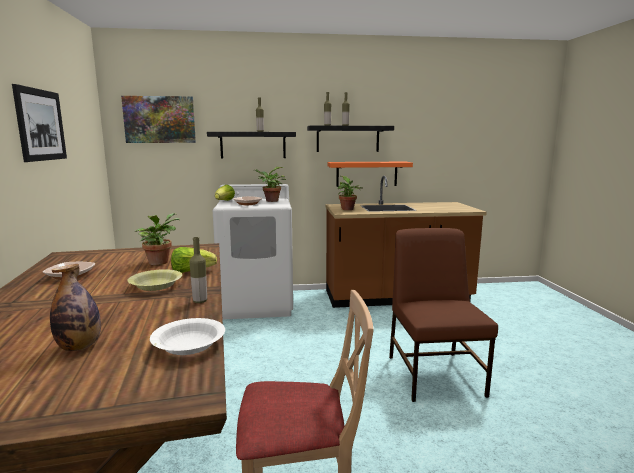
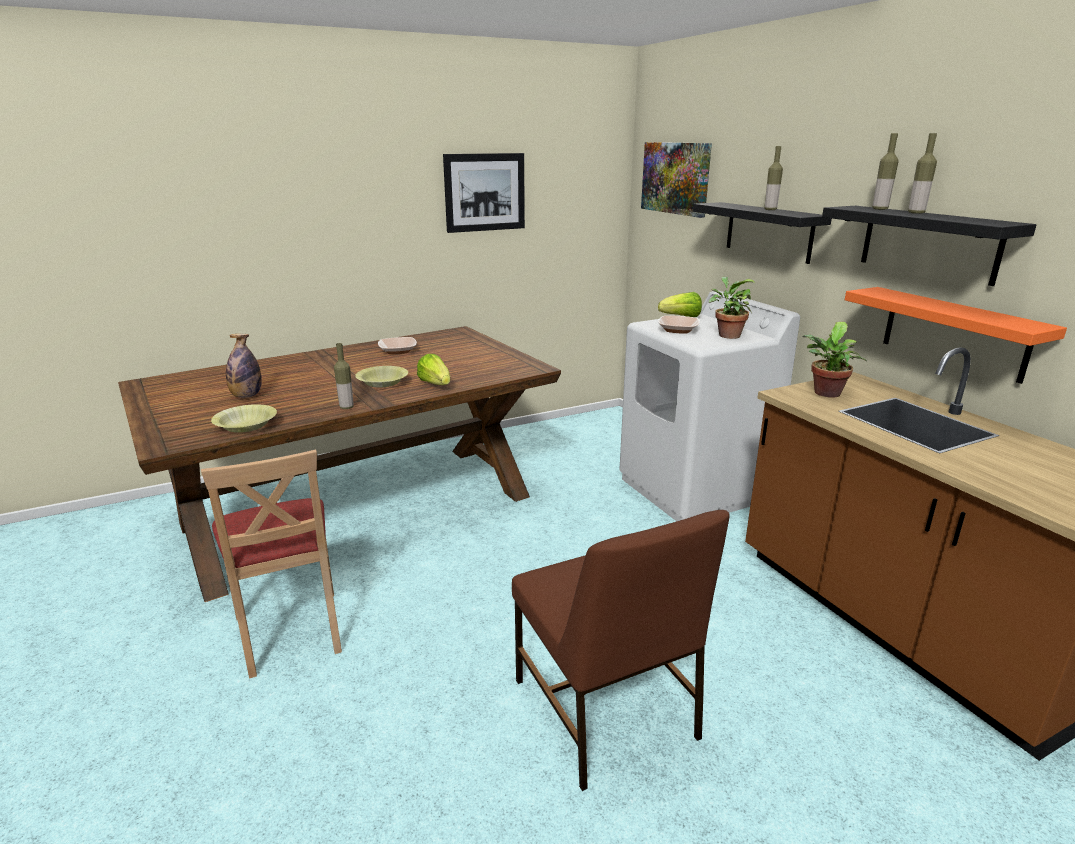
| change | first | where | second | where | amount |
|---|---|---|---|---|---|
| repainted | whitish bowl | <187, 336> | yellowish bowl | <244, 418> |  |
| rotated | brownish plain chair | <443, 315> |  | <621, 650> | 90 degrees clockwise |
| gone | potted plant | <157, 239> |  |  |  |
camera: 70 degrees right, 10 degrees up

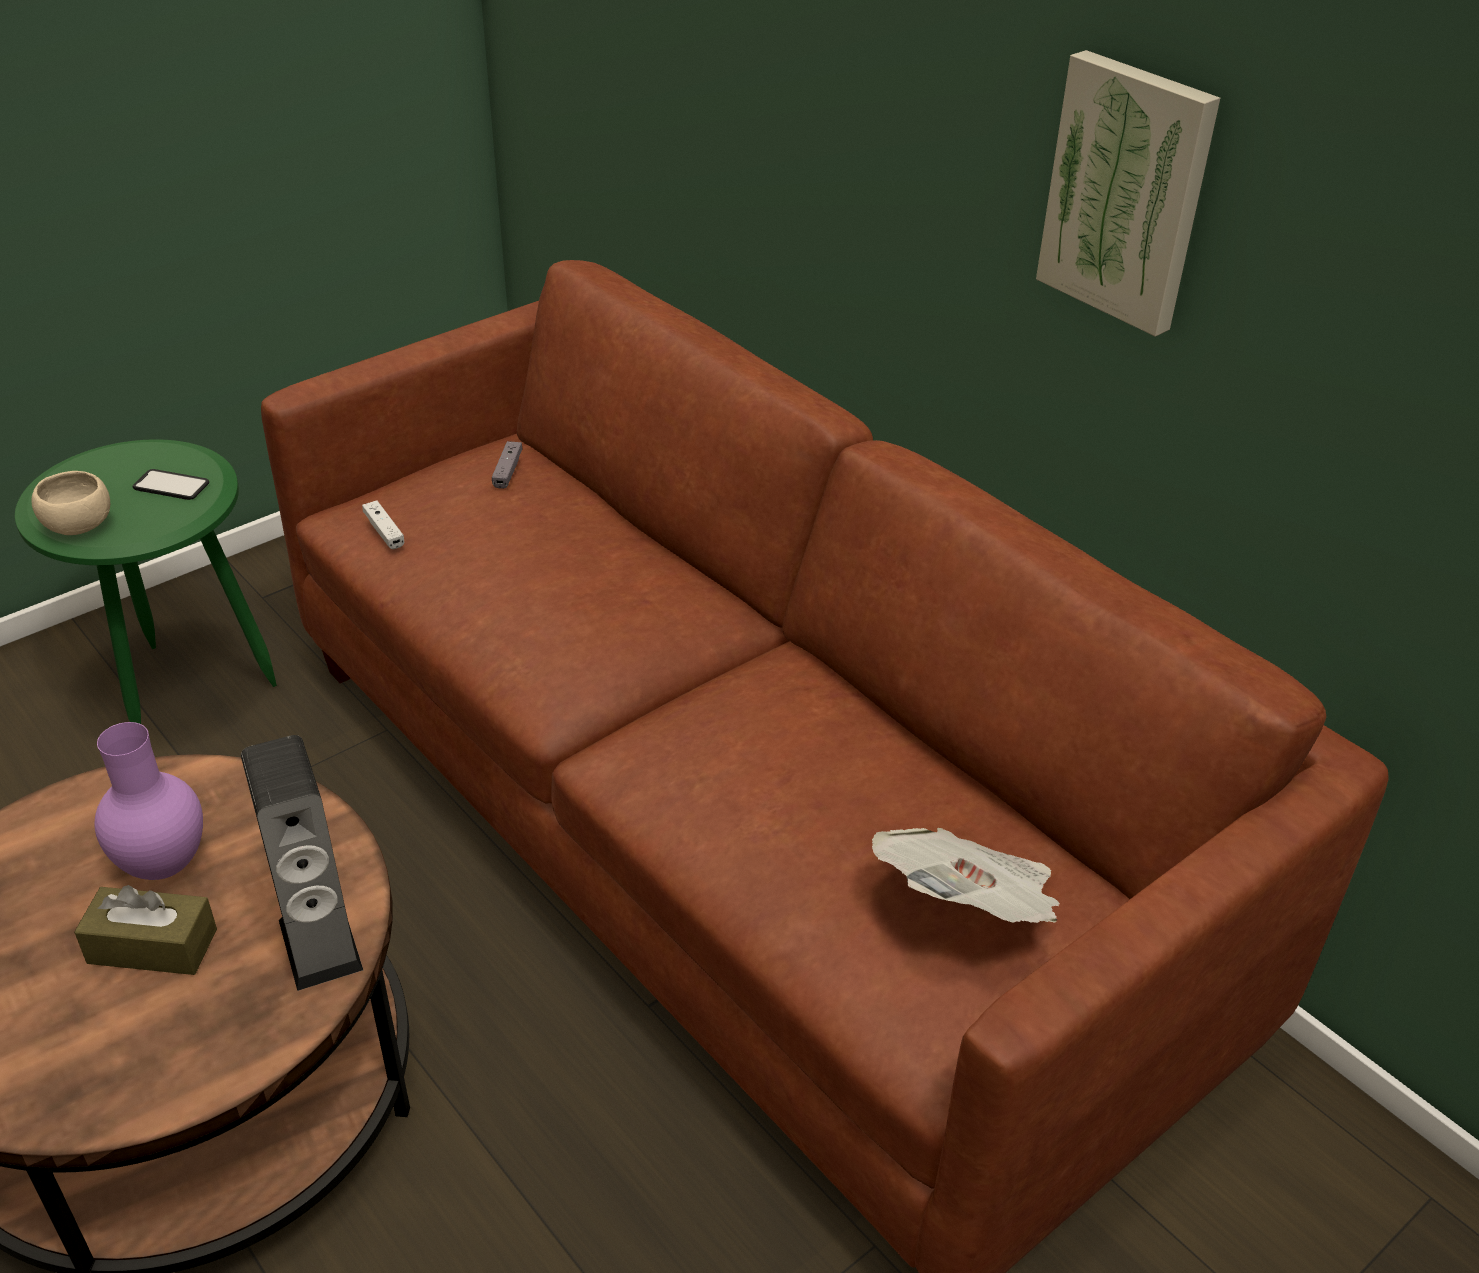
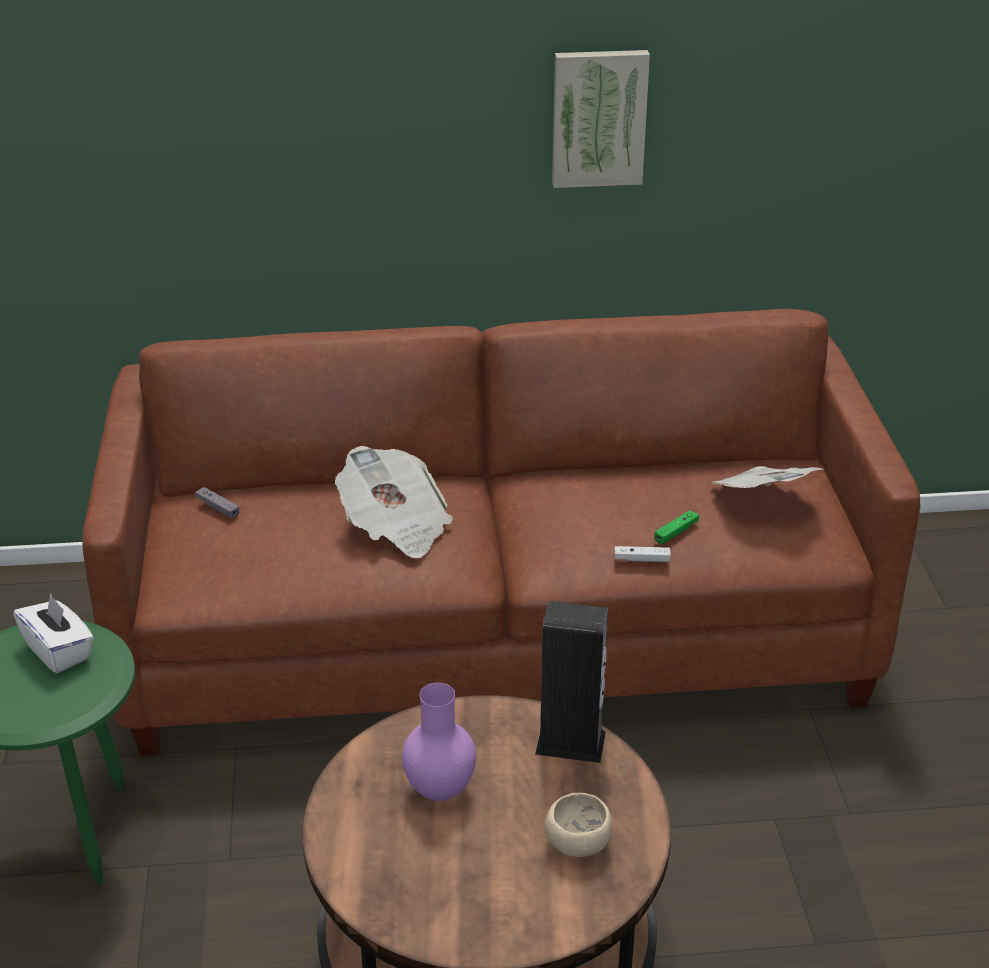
| change | first | where | second | where | amount |
|---|---|---|---|---|---|
| swapped | phone | <171, 484> | whitish tissue box | <53, 633> |  |
| new |  |  | daily paper | <394, 502> |  |
| shifted | beige bowl | <70, 503> |  | <578, 825> |  |
| shifted | whitish game controller | <383, 524> |  | <642, 554> |  |
| new |  |  | green-coloured game controller | <676, 527> |  |
| gone | brownish tissue box | <145, 930> |  |  |  |
camera: 55 degrees left, 5 degrees down

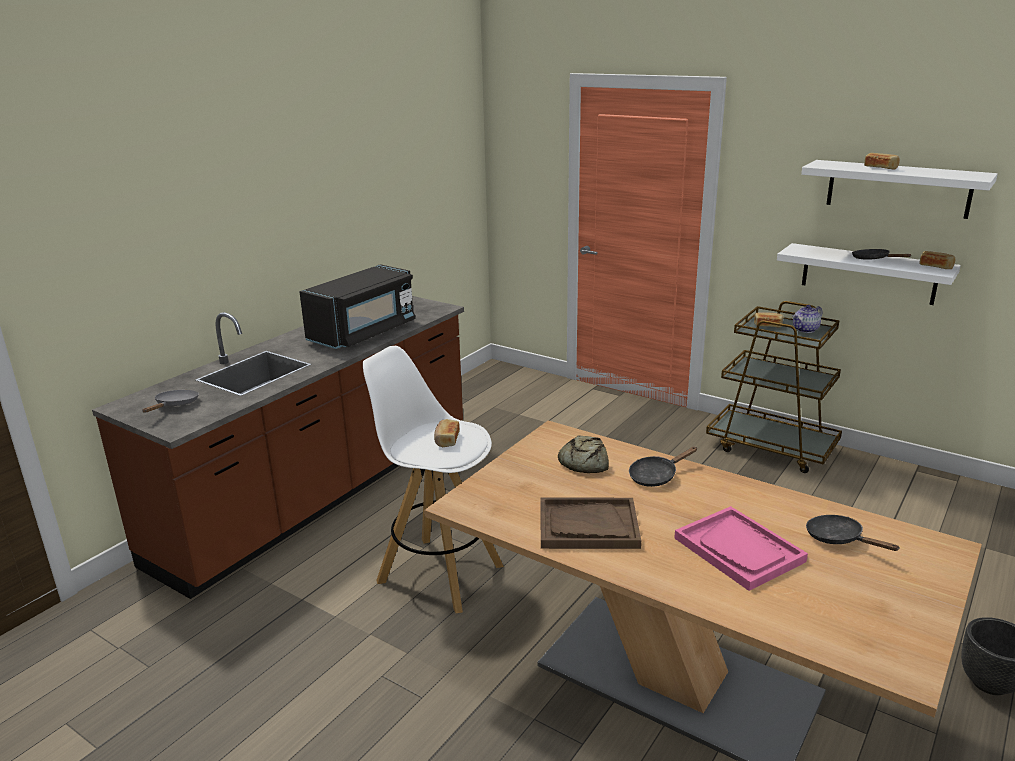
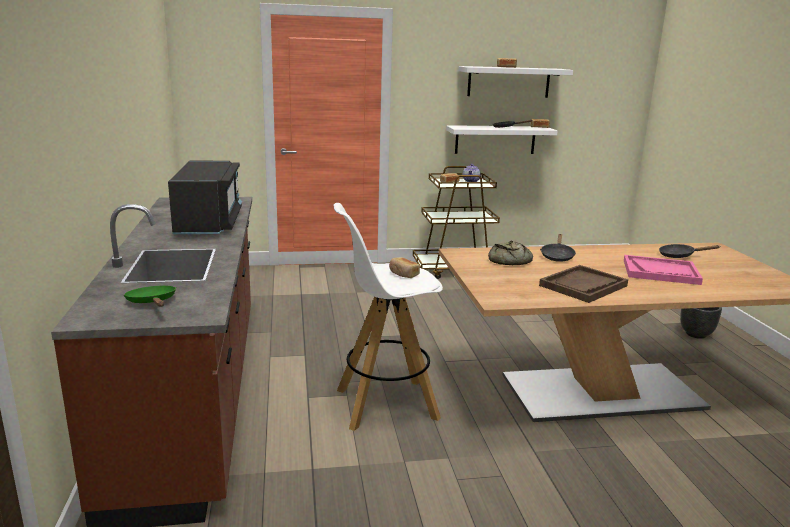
| change | first | where | second | where | amount |
|---|---|---|---|---|---|
| repainted | grey skillet | <170, 401> | green-coloured skillet | <150, 296> |  |
camera: 45 degrees left, 5 degrees down

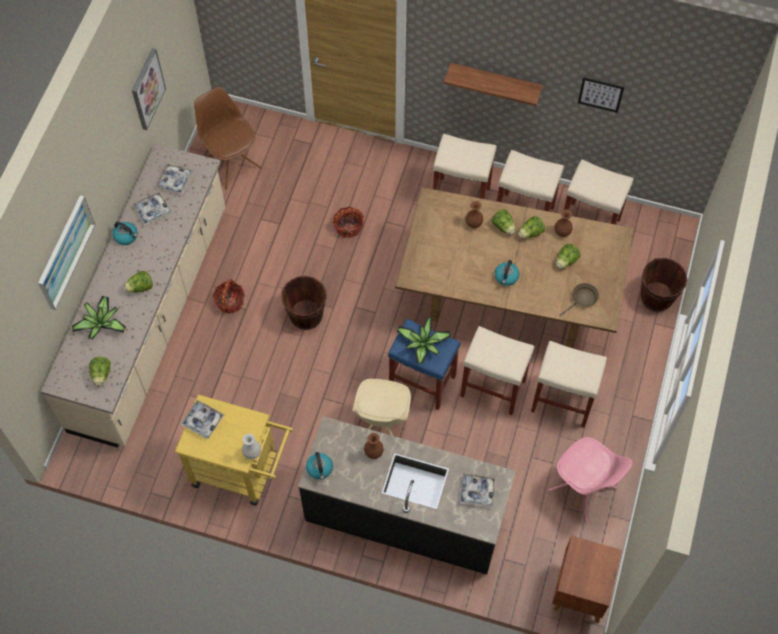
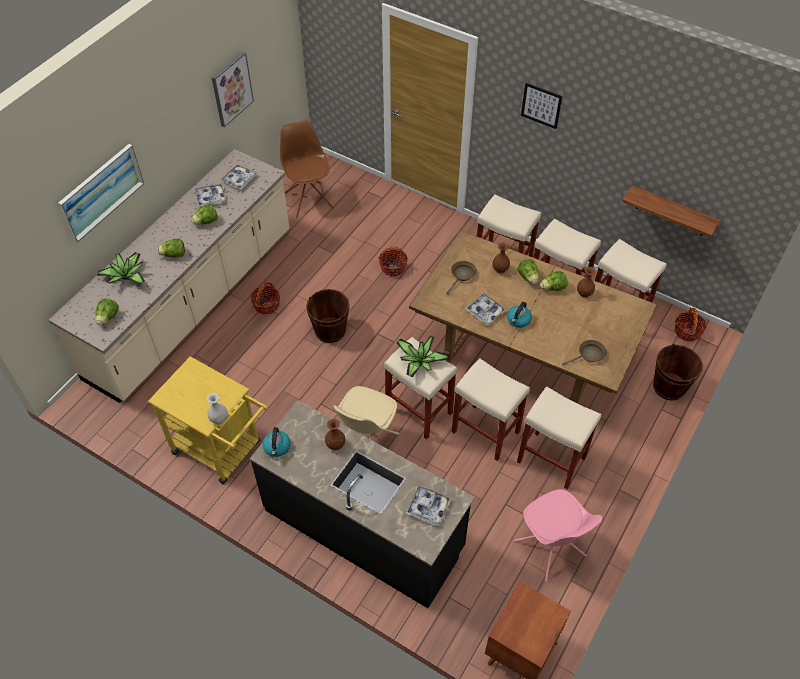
| change | first | where | second | where | amount |
|---|---|---|---|---|---|
| shifted | lettuce | <568, 256> |  | <204, 214> |  |
| repainted | blue-coloured sitting stool | <424, 364> | beige sitting stool | <420, 388> |  |
| new |  |  | brownish skillet | <461, 277> |  |
| shifted | carrying tray | <202, 419> |  | <486, 309> |  |
| shifted | wall art | <601, 95> |  | <541, 106> |  |
| shifted | wall shelf | <493, 84> |  | <671, 211> |  |
| new |  |  | household basket | <690, 324> |  |
| gone | kettle | <125, 233> |  |  |  |
camera: 15 degrees right, 10 degrees down

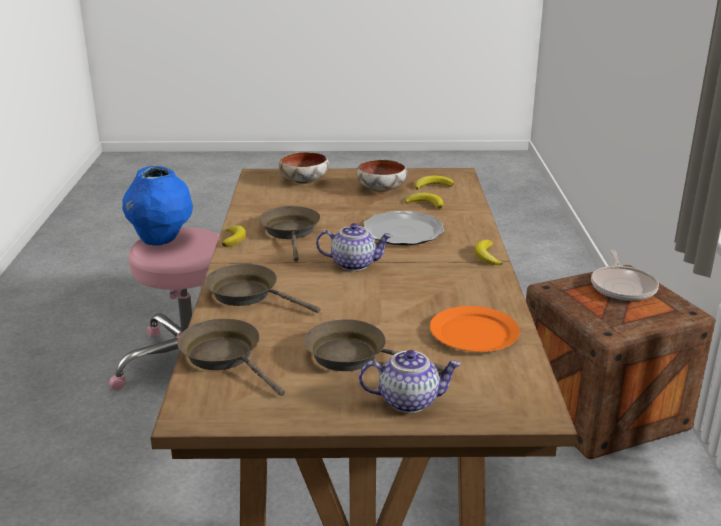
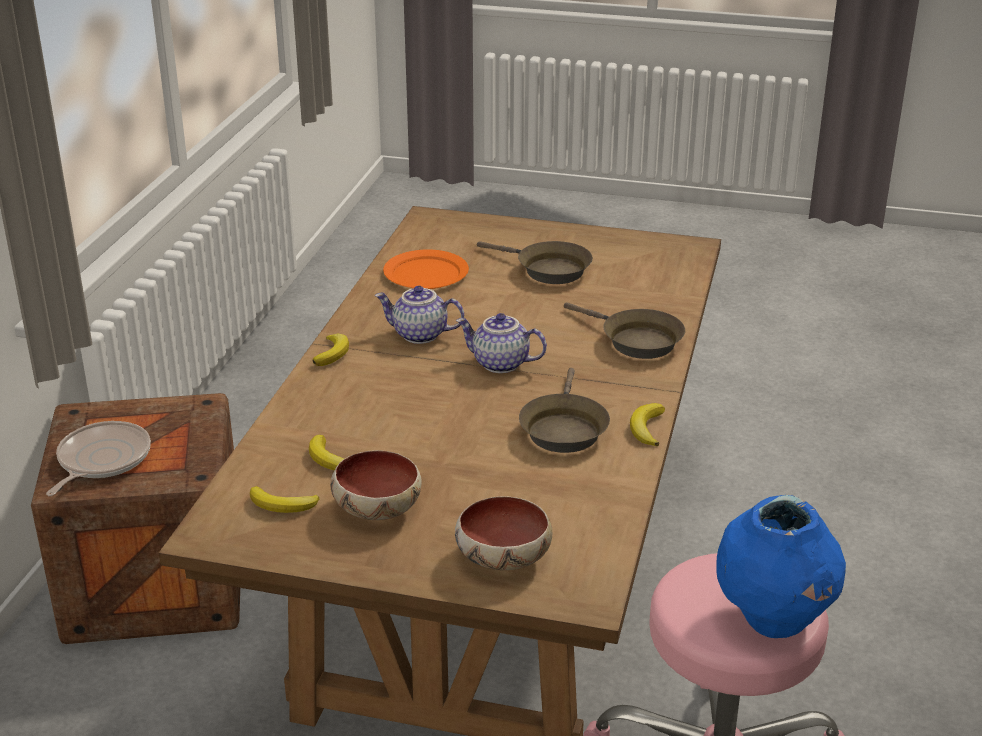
| change | first | where | second | where | amount |
|---|---|---|---|---|---|
| shifted | teapot | <410, 381> |  | <419, 315> |  |
| gone | brownish skillet | <231, 357> |  |  |  |
| gone | flat dish | <403, 228> |  |  |  |
camera: 165 degrees left, 5 degrees up

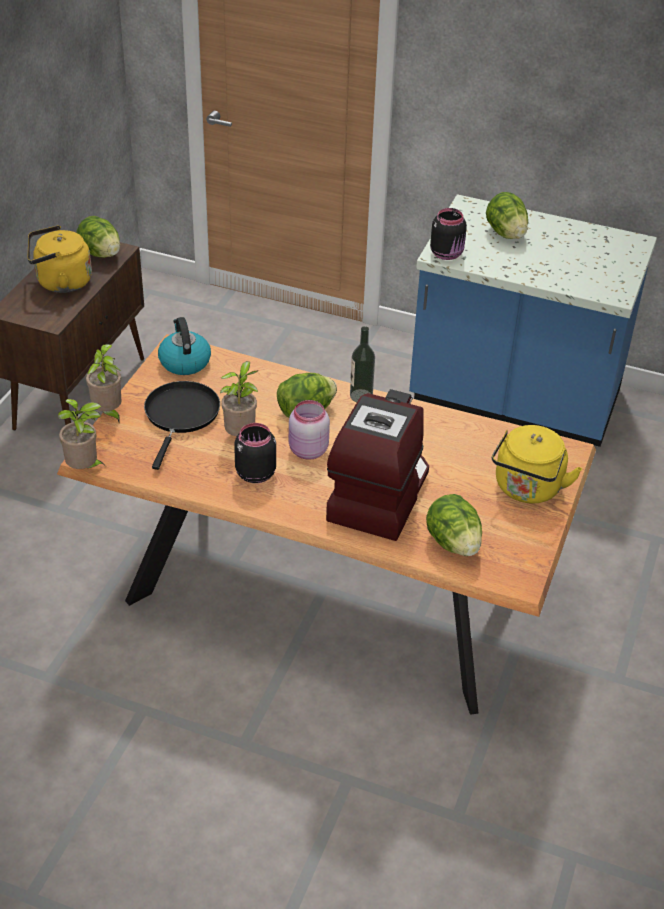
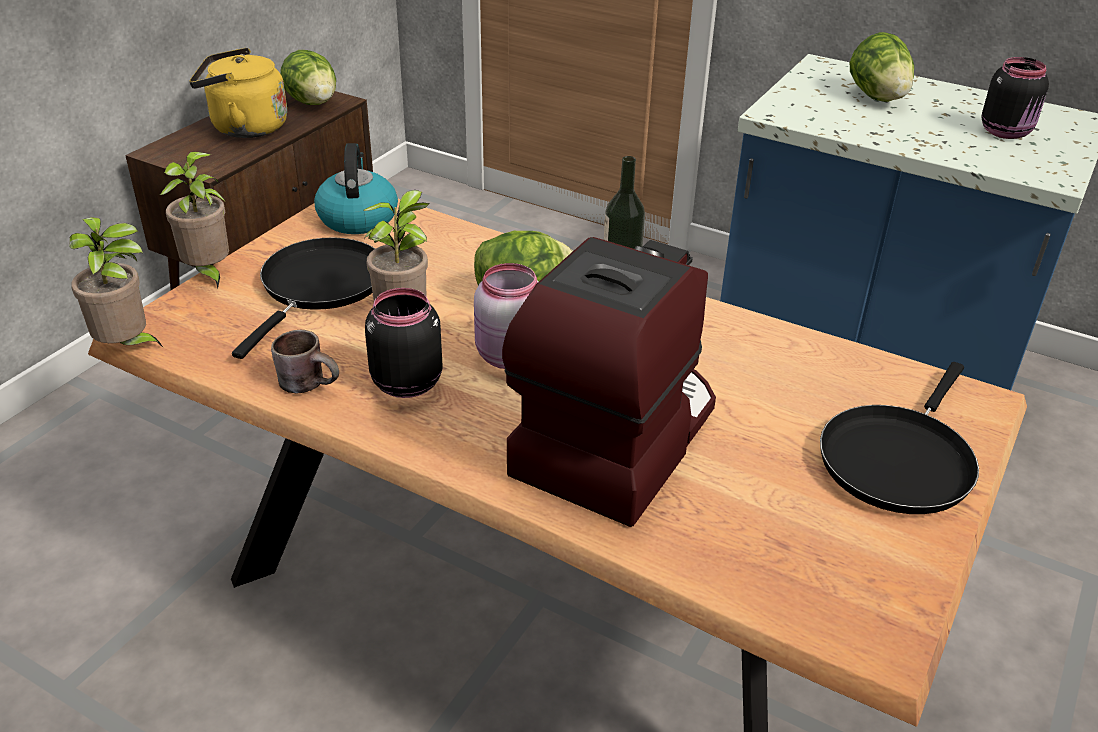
| change | first | where | second | where | amount |
|---|---|---|---|---|---|
| new |  |  | brownish mug | <305, 361> |  |
| swapped | yellowish kettle | <537, 464> | black-coloured skillet | <899, 438> |  |
| shifted | black-coloured preserve jar | <448, 234> |  | <1015, 98> |  |
| gone | lettuce | <454, 525> |  |  |  |
camera: 10 degrees right, 5 degrees down

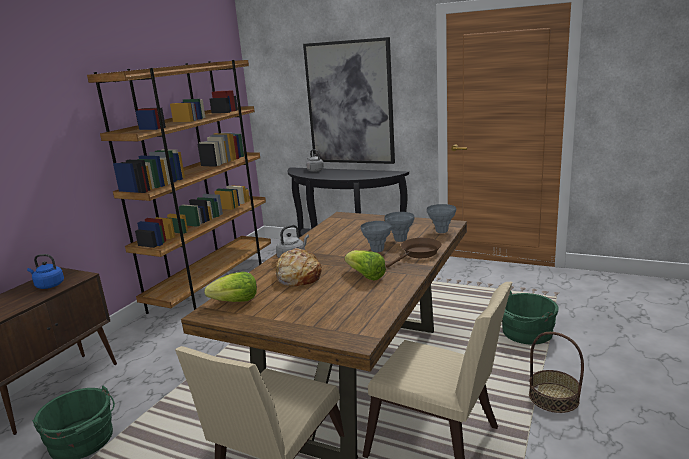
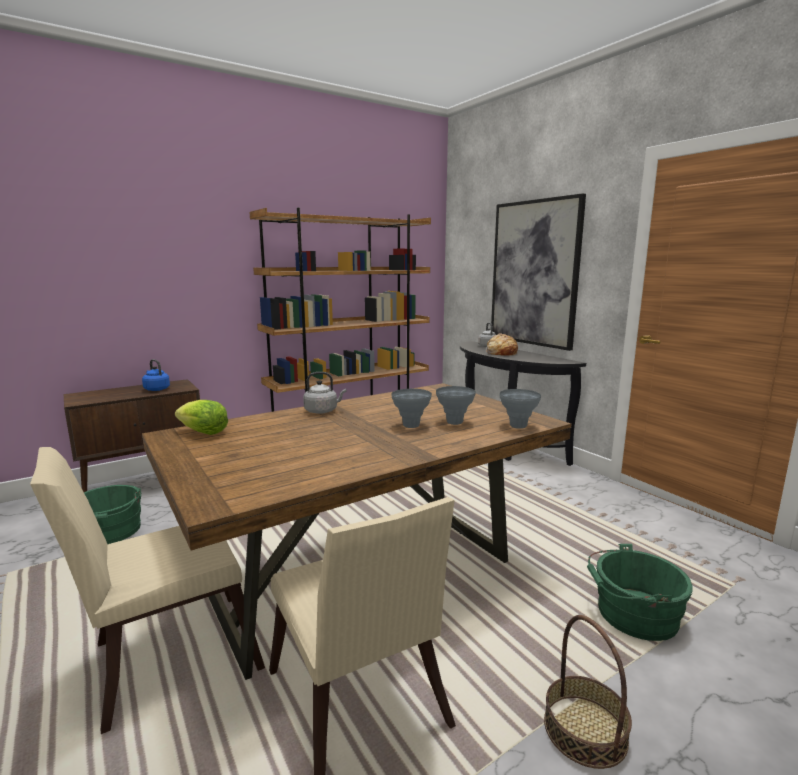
| change | first | where | second | where | amount |
|---|---|---|---|---|---|
| shifted | baked bread | <298, 267> |  | <502, 344> |  |
| gone | lettuce | <365, 265> |  |  |  |
| gone | brownish skillet | <414, 253> |  |  |  |
camera: 30 degrees right, 5 degrees down

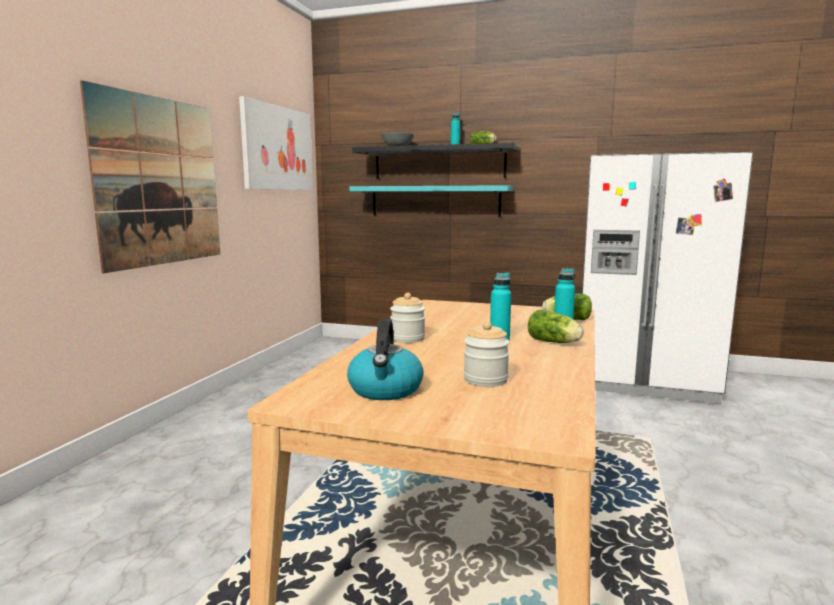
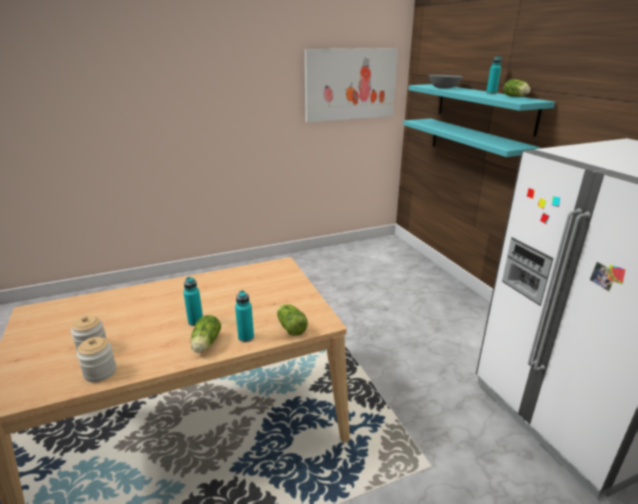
| change | first | where | second | where | amount |
|---|---|---|---|---|---|
| shifted | preserve jar | <407, 318> |  | <96, 359> |  |
| repainted | black-coloured wall shelf | <435, 161> | turquoise-coloured wall shelf | <481, 110> |  |
| gone | wall art | <150, 176> |  |  |  |
| gone | kettle | <385, 359> |  |  |  |
camera: 50 degrees right, 15 degrees up

